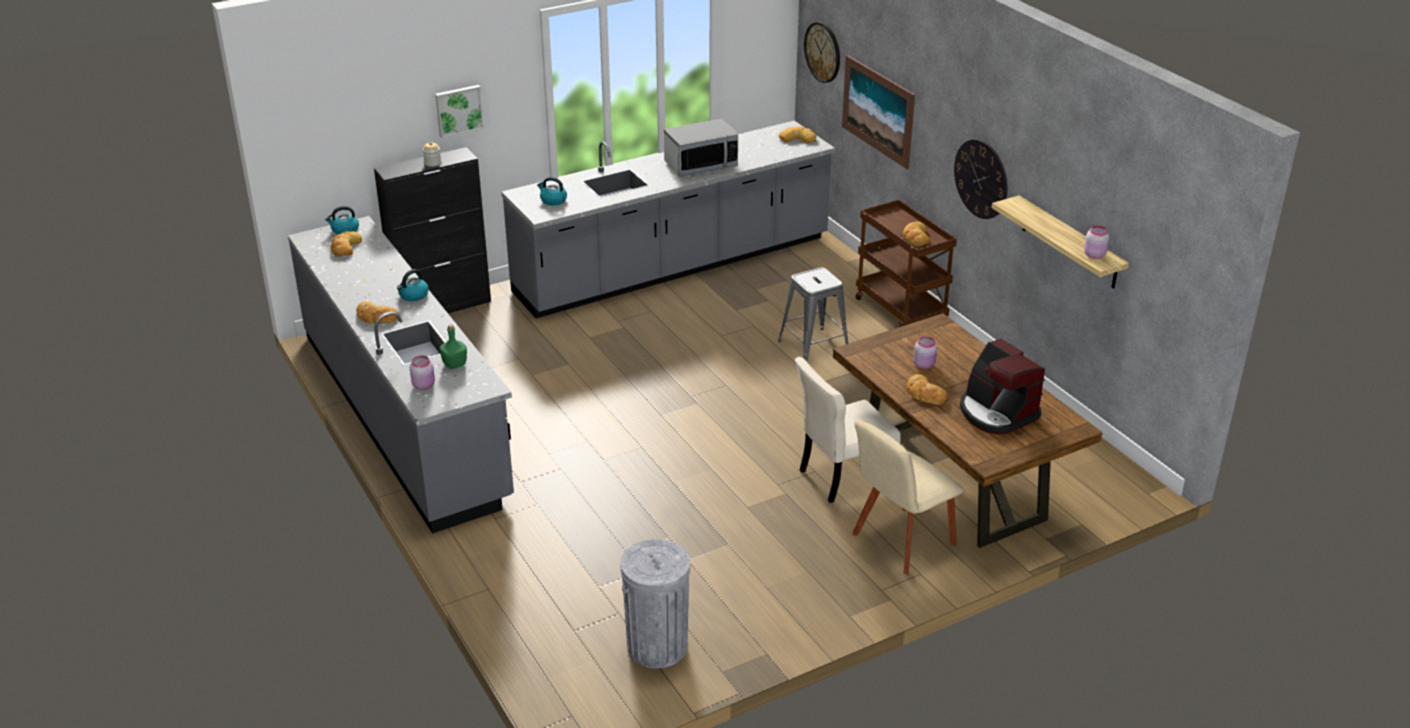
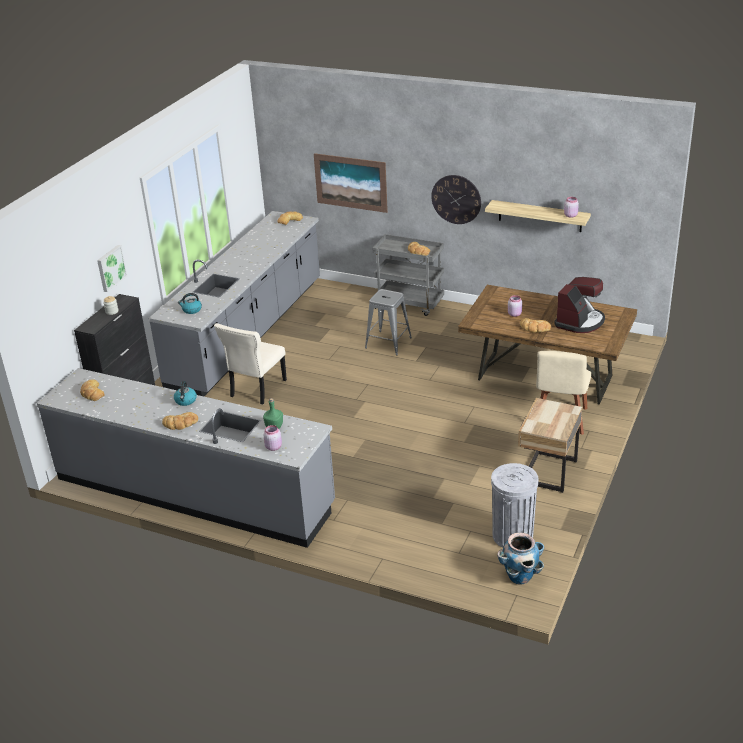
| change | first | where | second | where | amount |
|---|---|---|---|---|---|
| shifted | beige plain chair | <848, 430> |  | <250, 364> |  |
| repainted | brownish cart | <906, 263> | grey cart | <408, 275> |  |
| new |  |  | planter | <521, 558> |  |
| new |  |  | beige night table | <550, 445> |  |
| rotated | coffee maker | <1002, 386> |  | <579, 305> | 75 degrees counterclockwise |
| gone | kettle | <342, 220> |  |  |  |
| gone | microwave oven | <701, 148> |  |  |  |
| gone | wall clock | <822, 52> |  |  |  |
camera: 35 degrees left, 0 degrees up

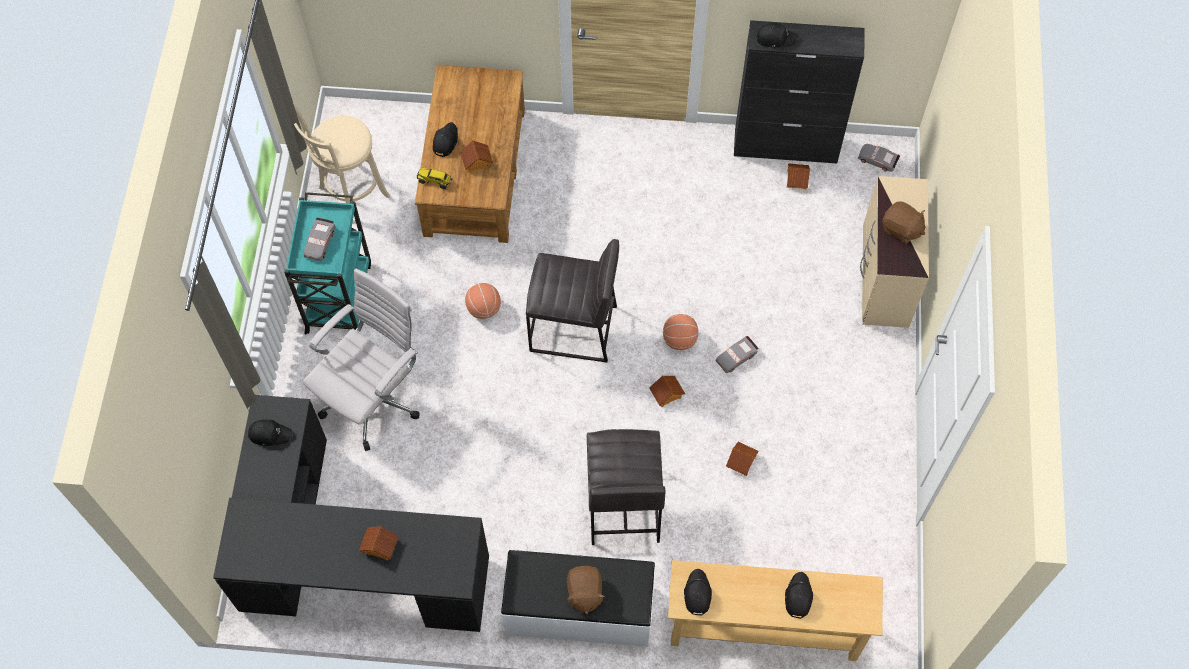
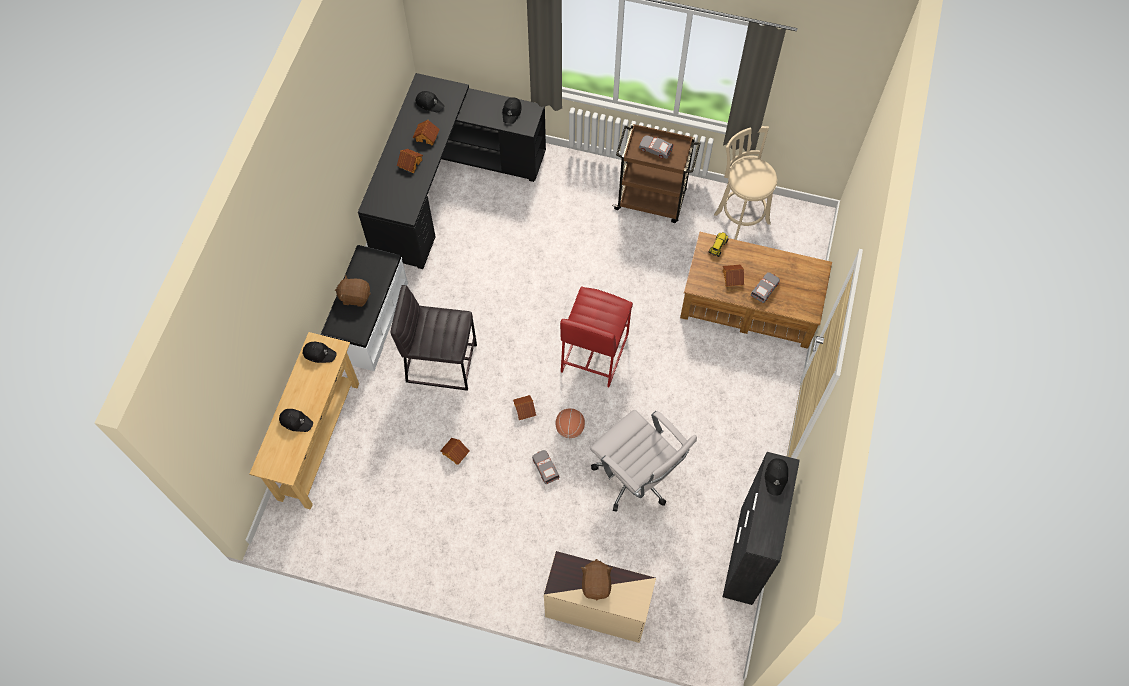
| change | first | where | second | where | amount |
|---|---|---|---|---|---|
| shifted | toy house | <798, 176> |  | <426, 133> |  |
| shifted | black-coloured baseball cap | <445, 139> |  | <429, 102> |  |
| repainted | grey sitting stool | <572, 301> | reddish sitting stool | <596, 336> |  |
| rotated | brownish plush toy | <904, 222> |  | <597, 580> | 135 degrees clockwise |
| shifted | whitish office chair | <361, 359> |  | <643, 461> |  |
| repainted | turquoise-coloured cart | <327, 263> | brownish cart | <656, 173> |  |
| shifted | grey model car | <879, 158> |  | <765, 287> |  |
| gone | basketball ball | <483, 301> |  |  |  |
camera: 100 degrees right, 0 degrees up

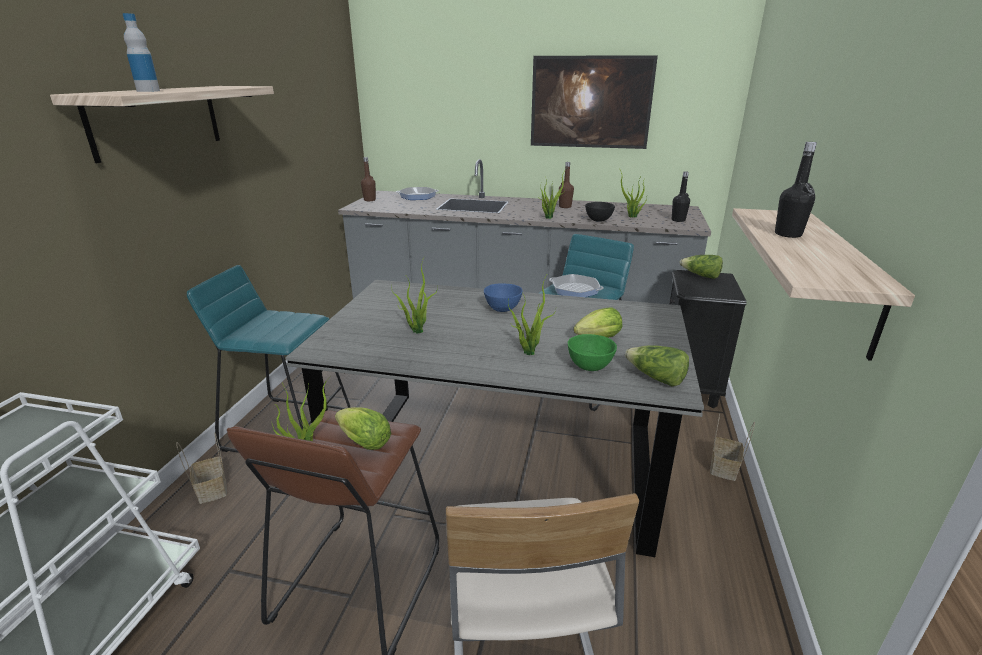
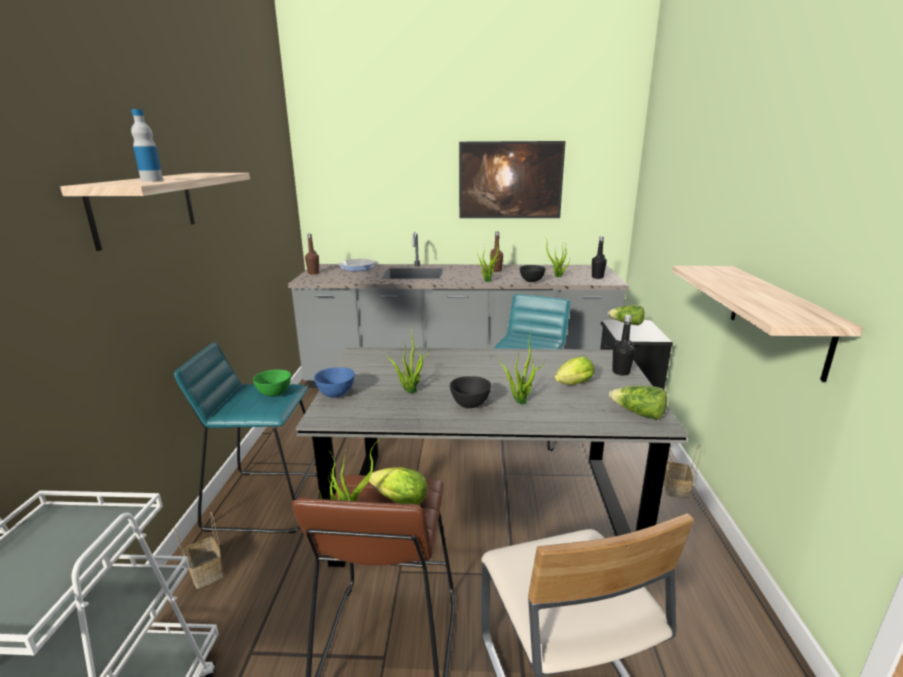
| change | first | where | second | where | amount |
|---|---|---|---|---|---|
| shifted | green-coloured bowl | <592, 352> |  | <272, 383> |  |
| shifted | blue-coloured bowl | <503, 298> |  | <334, 382> |  |
| new |  |  | black-coloured bowl | <470, 392> |  |
| shifted | black-coloured beverage bottle | <796, 190> |  | <623, 345> |  |
| gone | skillet | <576, 285> |  |  |  |
camera: 10 degrees left, 5 degrees down

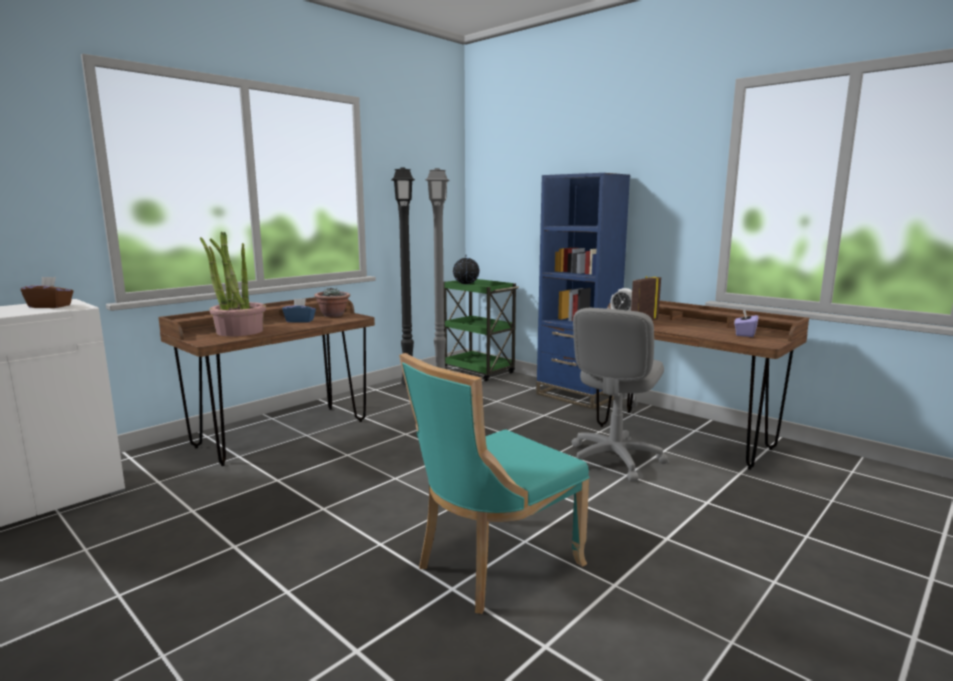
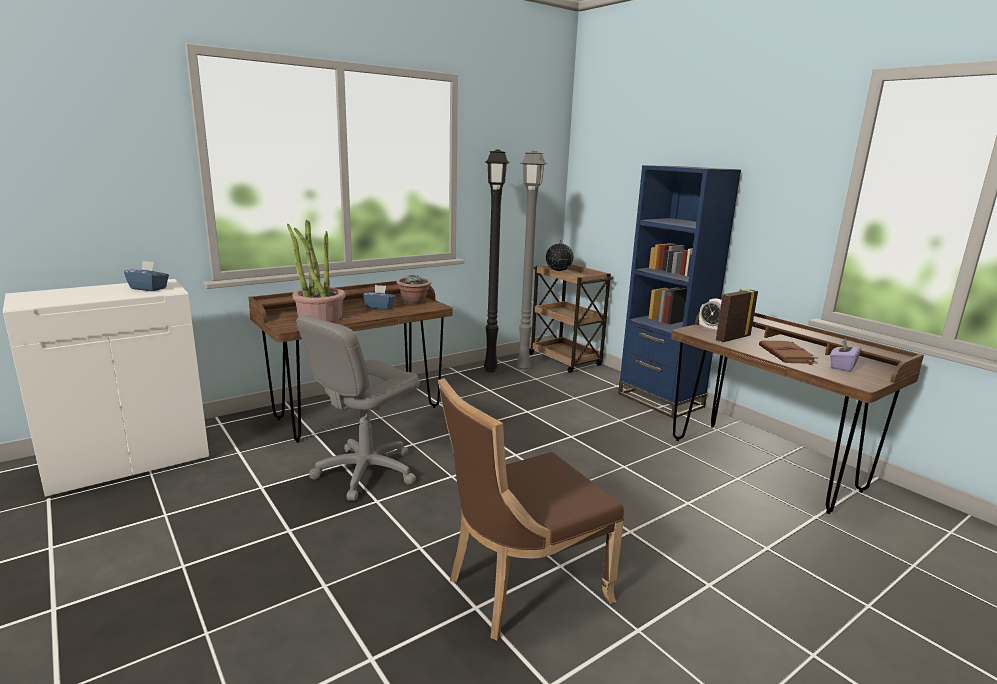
| change | first | where | second | where | amount |
|---|---|---|---|---|---|
| repainted | brownish tissue box | <47, 292> | blue-coloured tissue box | <146, 276> |  |
| shifted | grey office chair | <620, 394> |  | <358, 408> |  |
| repainted | turquoise-coloured plain chair | <494, 483> | brownish plain chair | <531, 509> |  |
| repainted | green-coloured cart | <481, 330> | brownish cart | <571, 318> |  |
| new |  |  | brownish bound book | <788, 353> |  |
camera: 10 degrees right, 5 degrees up

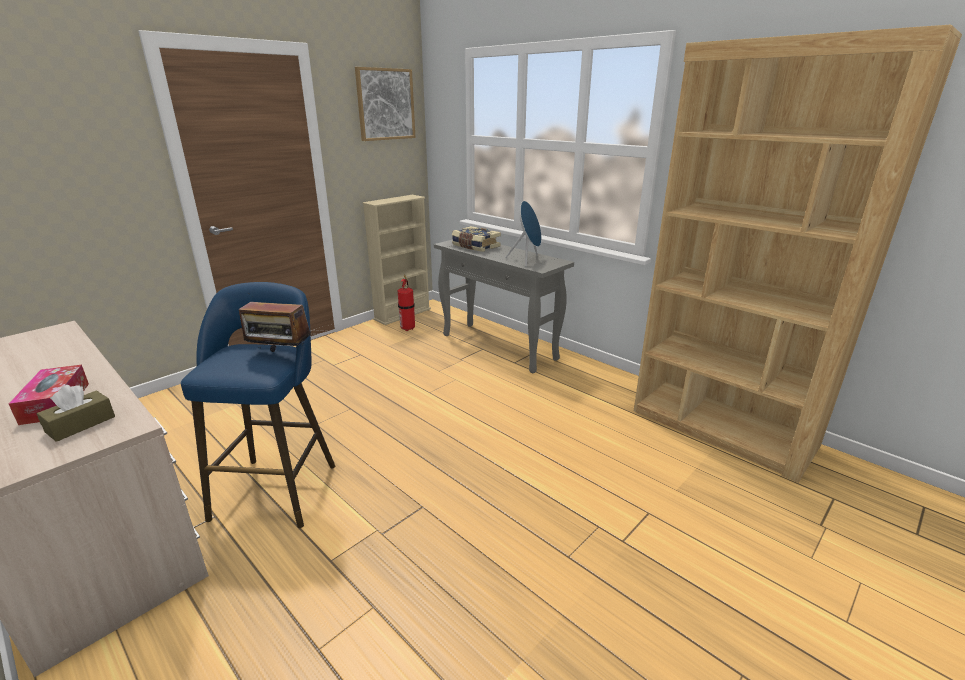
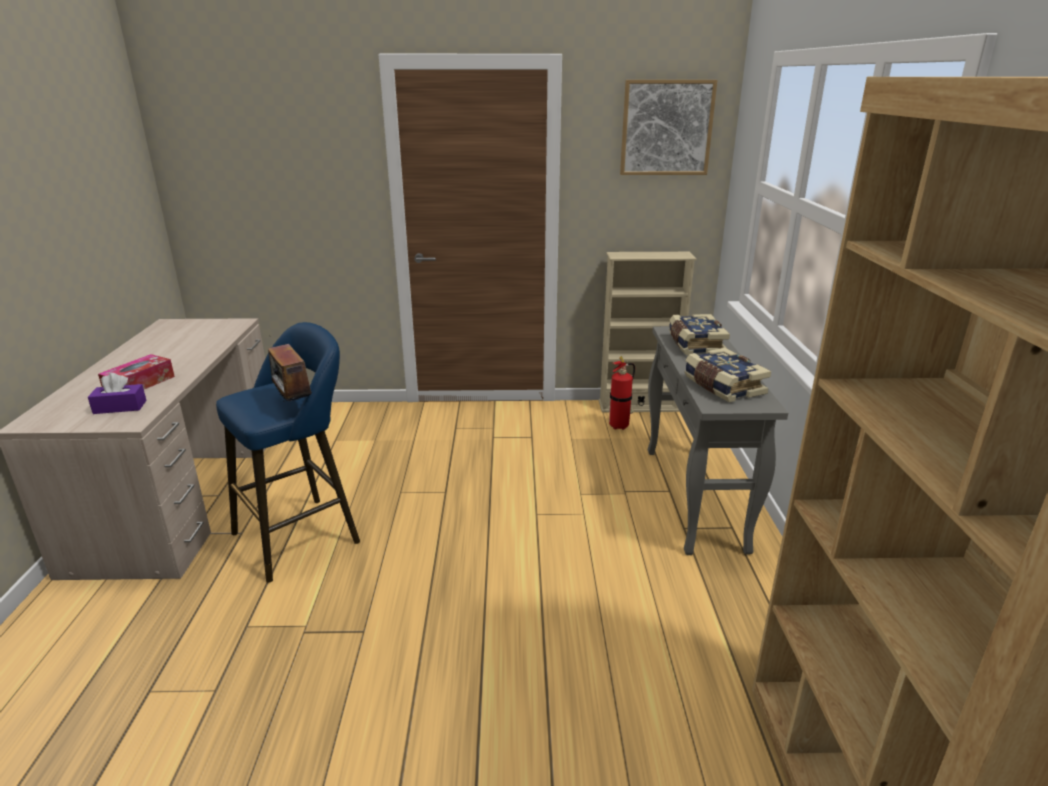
| change | first | where | second | where | amount |
|---|---|---|---|---|---|
| repainted | brownish tissue box | <76, 413> | purple-coloured tissue box | <117, 393> |  |
| swapped | blue-coloured audio speaker | <523, 233> | bound book | <727, 375> |  |
camera: 45 degrees right, 0 degrees up

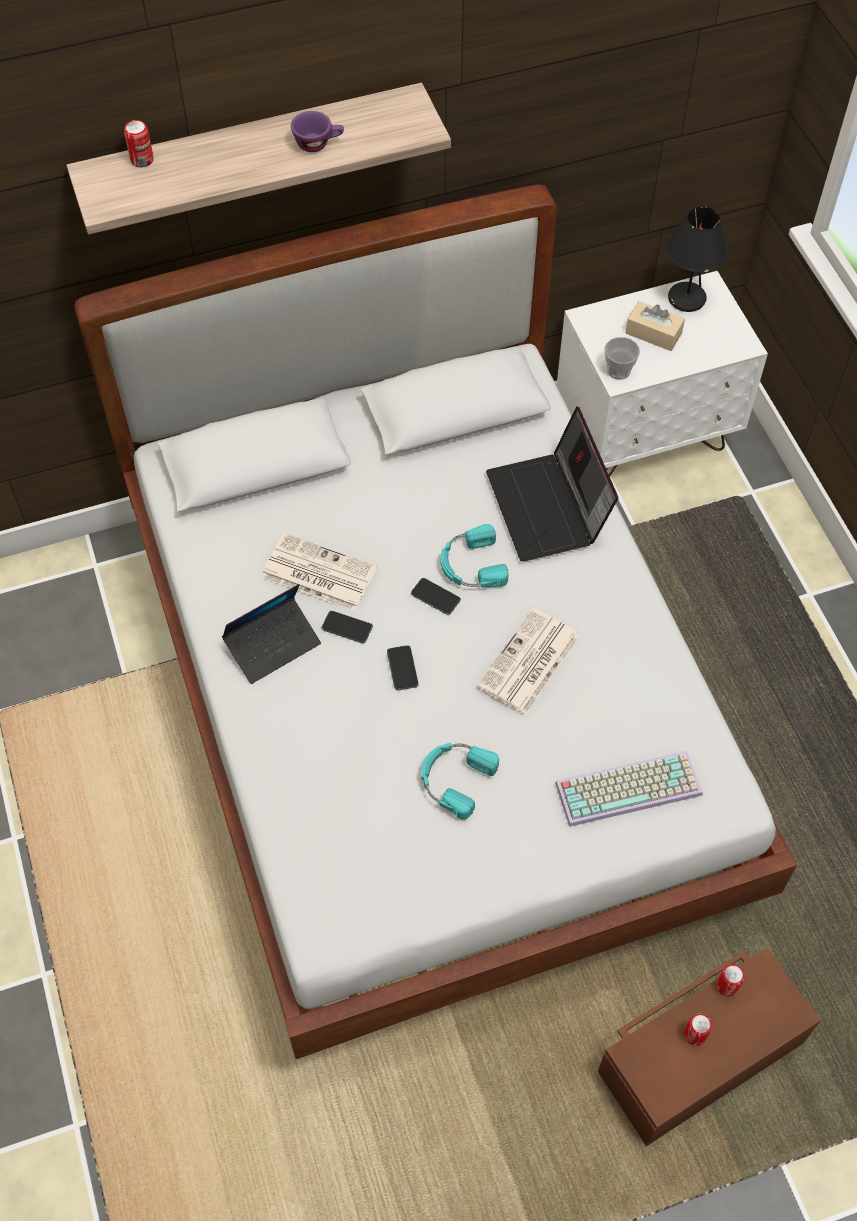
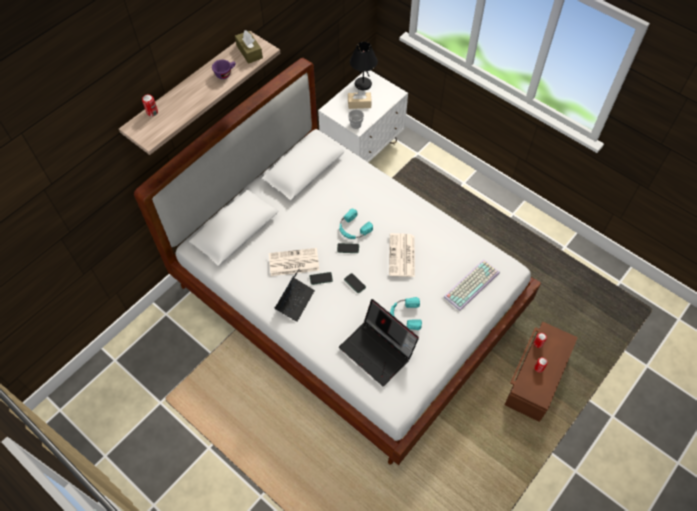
| change | first | where | second | where | amount |
|---|---|---|---|---|---|
| new |  |  | brownish tissue box | <249, 47> |  |
| shifted | laptop | <552, 484> |  | <379, 342> |  |
camera: 30 degrees left, 0 degrees up

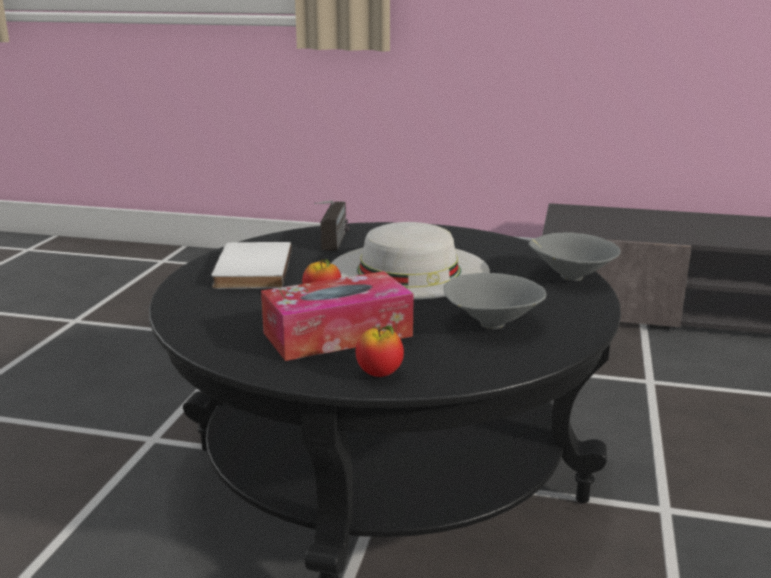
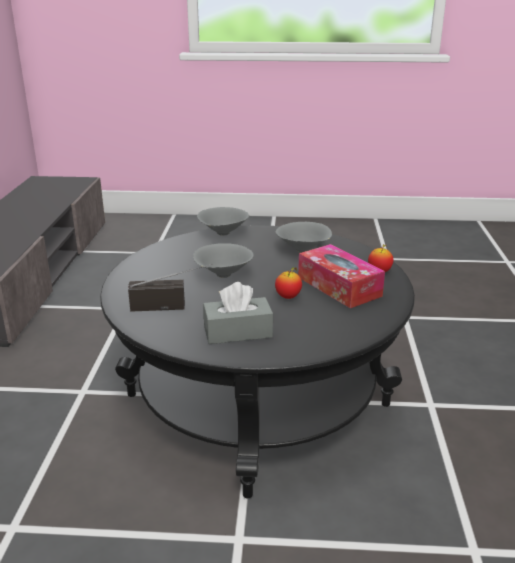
| change | first | where | second | where | amount |
|---|---|---|---|---|---|
| swapped | whitish clothing hat | <410, 261> | grey bowl | <223, 260> |  |
| swapped | whitish bound book | <251, 265> | grey tissue box | <238, 313> |  |
camera: 100 degrees left, 5 degrees up

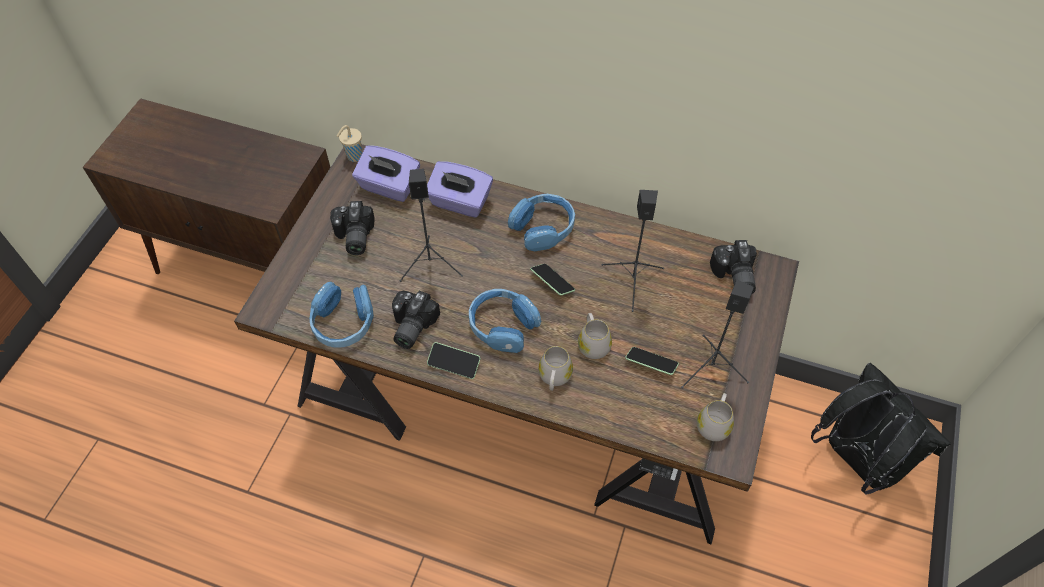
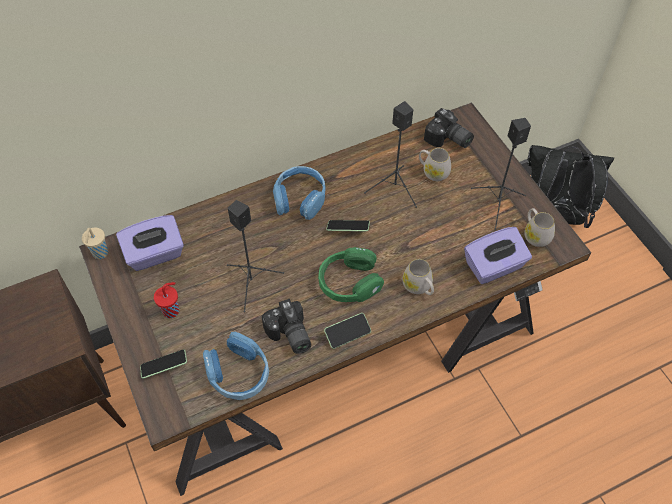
| change | first | where | second | where | amount |
|---|---|---|---|---|---|
| shifted | phone | <652, 361> |  | <163, 364> |  |
| swapped | still camera | <352, 228> | reddish small cup | <166, 300> |  |
| repainted | blue-coloured headset | <505, 321> | green-coloured headset | <351, 274> |  |
| shifted | whitish mug | <595, 336> |  | <435, 164> |  |
| shifted | purple-coloured tissue box | <460, 189> |  | <498, 255> |  |
camera: 45 degrees left, 0 degrees up

